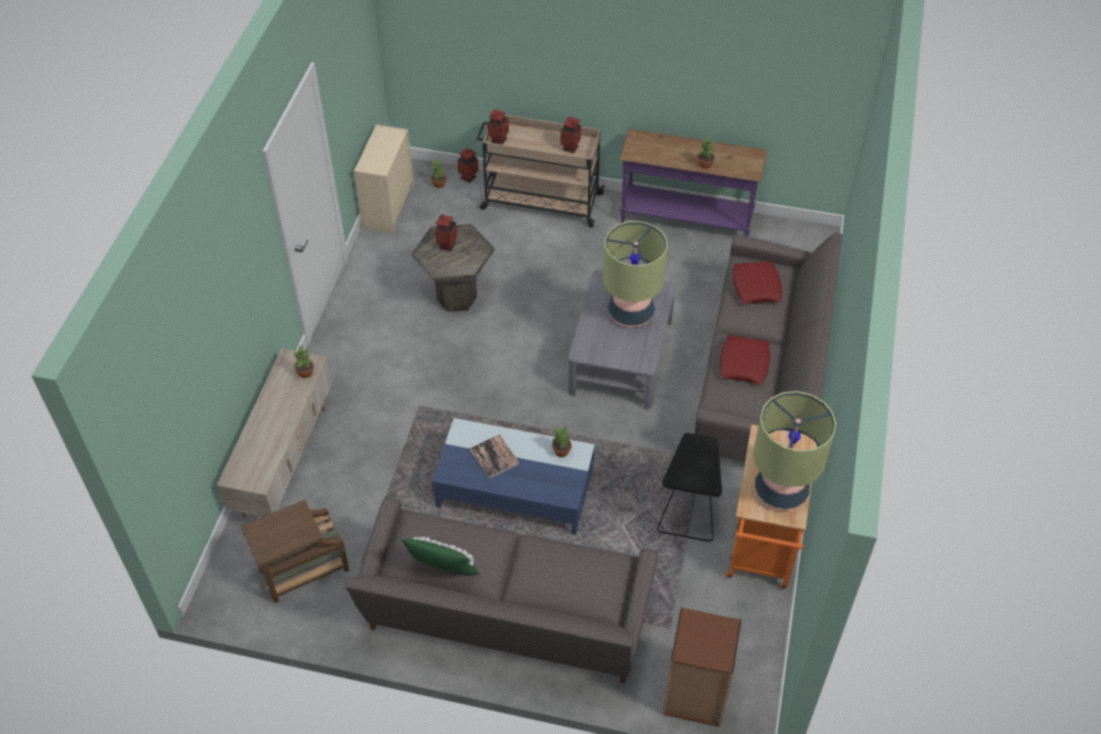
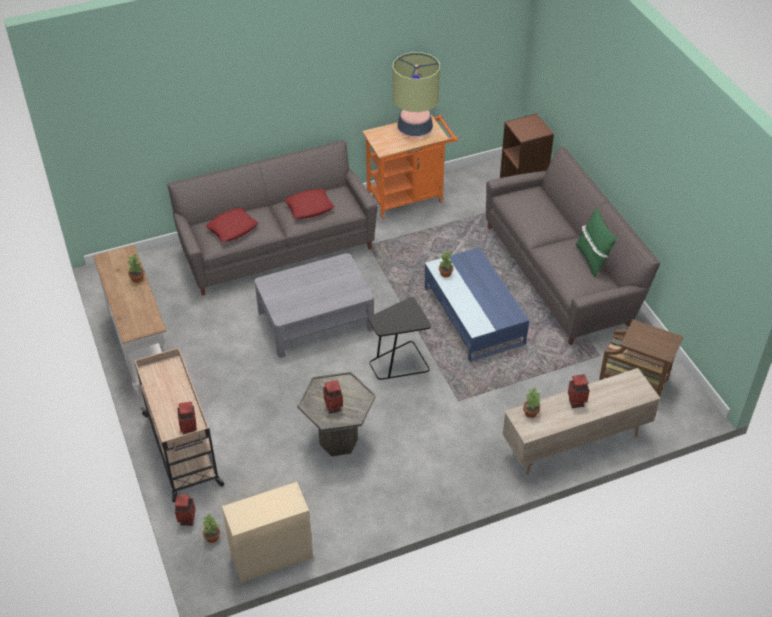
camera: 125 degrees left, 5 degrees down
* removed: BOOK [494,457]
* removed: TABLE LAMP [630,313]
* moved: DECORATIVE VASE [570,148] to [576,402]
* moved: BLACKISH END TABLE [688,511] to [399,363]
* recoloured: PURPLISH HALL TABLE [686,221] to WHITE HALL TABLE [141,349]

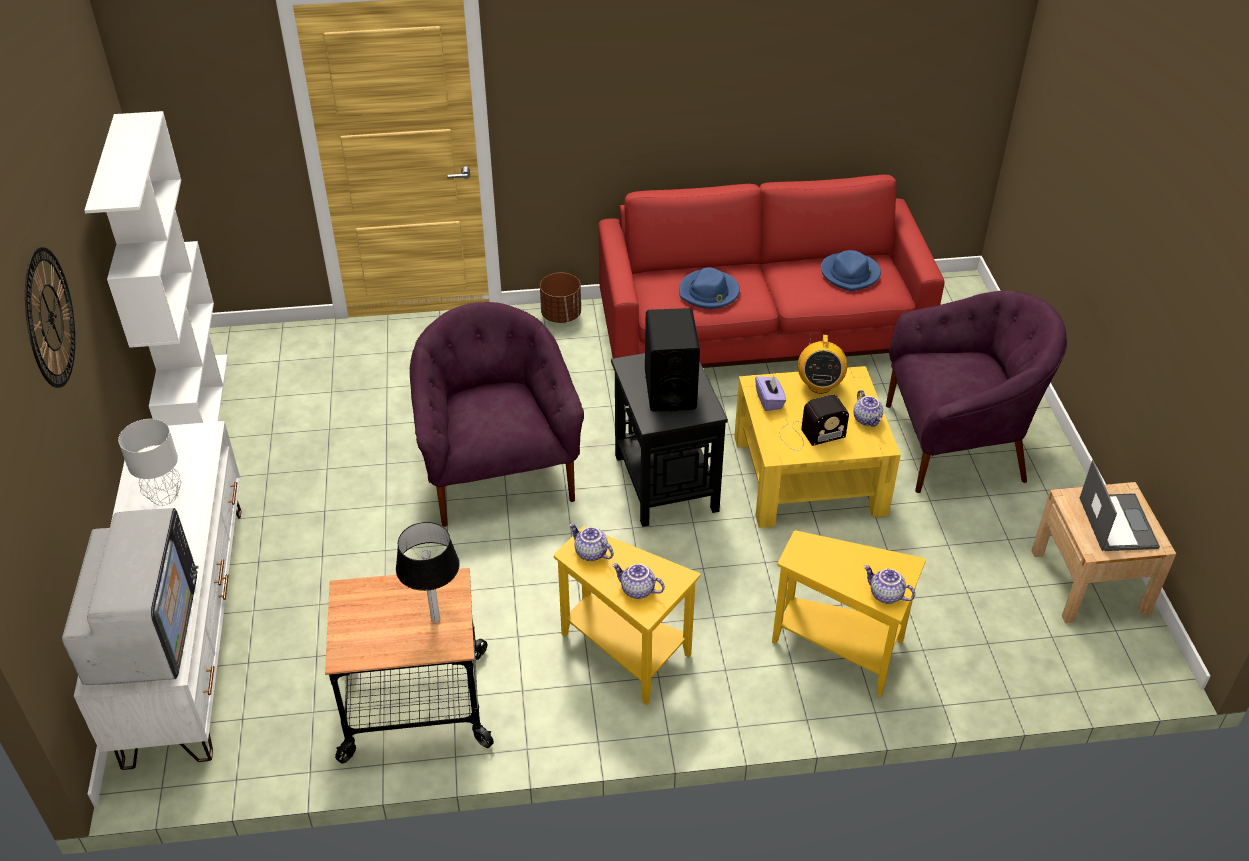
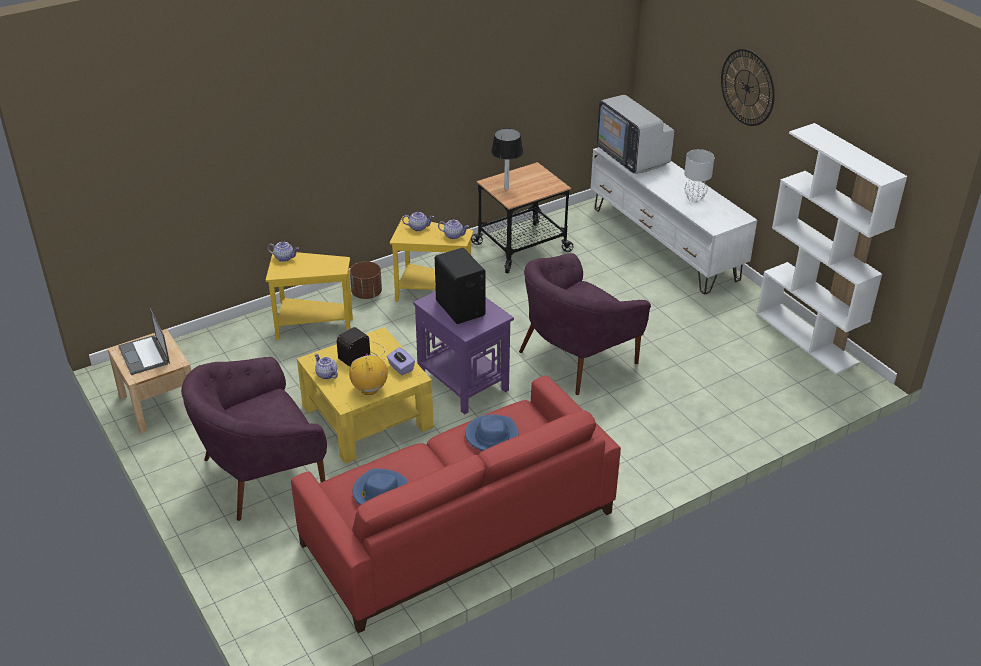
camera: 155 degrees right, 5 degrees down
* moved: BROWNISH PLANTER [561,315] to [366,294]
* recoloured: BLACKISH END TABLE [665,483] to PURPLISH END TABLE [463,382]
* turned: PURPLISH LOUNGE CHAIR [498,473] = [576,357] 90 degrees clockwise

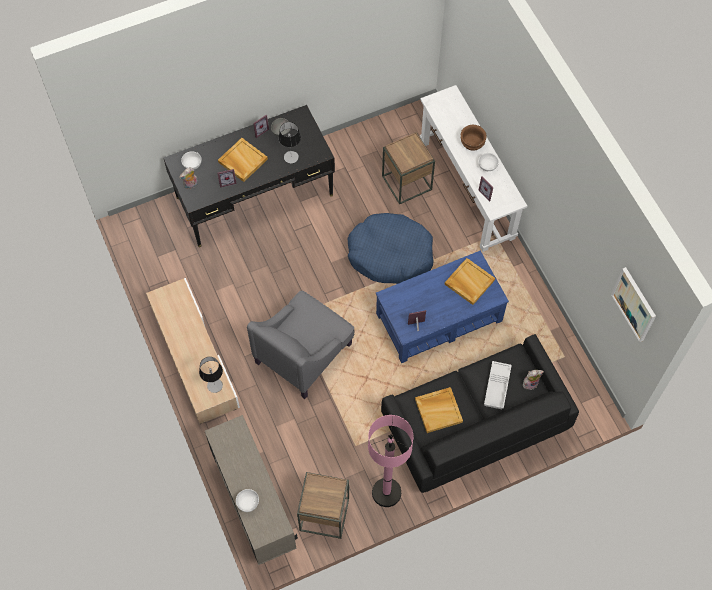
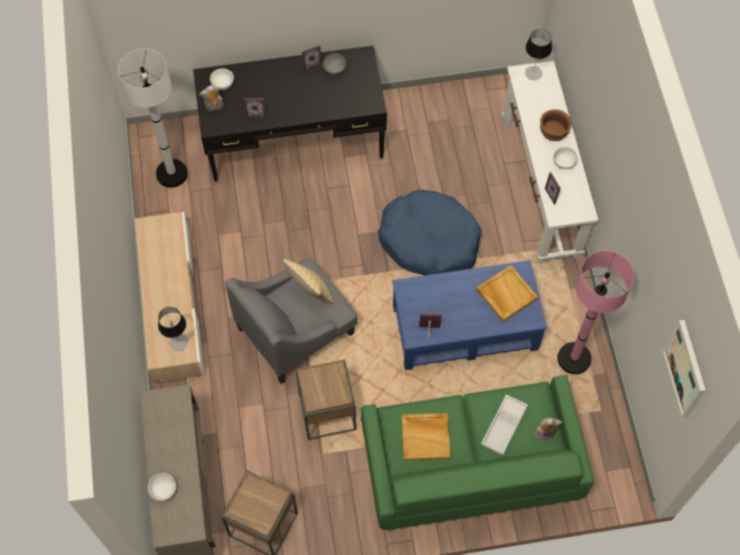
camera: 15 degrees right, 0 degrees up
* removed: BEIGE SERVING TRAY [242,161]
* added: WHITE STANDARD LAMP [172,174]
* added: THROW PILLOW [310,292]
* moved: TABLE LAMP [291,157] to [533,73]
* moved: PINKISH STANDARD LAMP [386,492] to [574,359]
* moved: BROWNISH END TABLE [407,183] to [327,412]
* recoloured: BLACKISH COUCH [474,426] to GREEN-COLOURED COUCH [469,465]

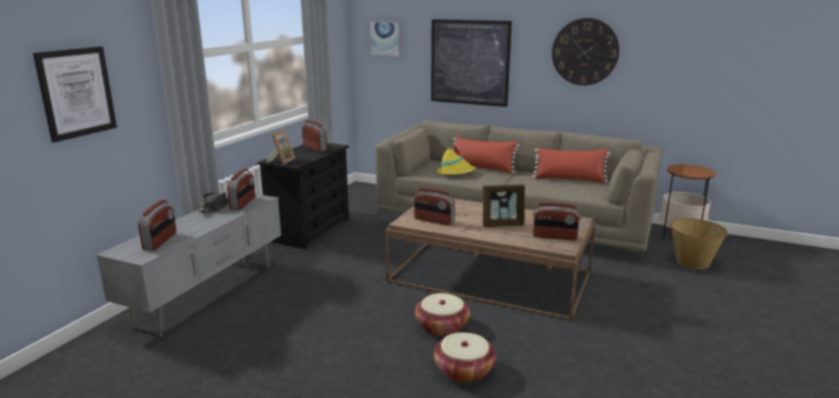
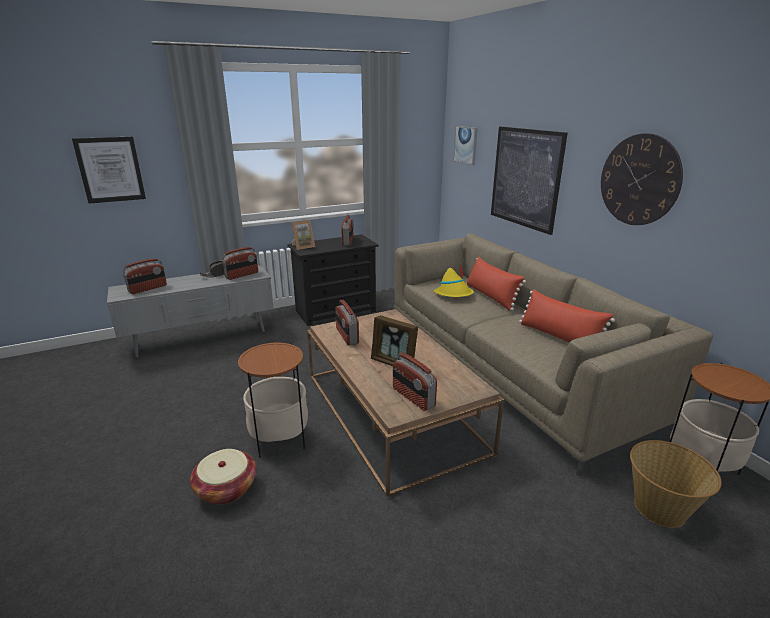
camera: 40 degrees right, 5 degrees up
* replaced: STORAGE BASKET [442,326] to END TABLE [280,438]

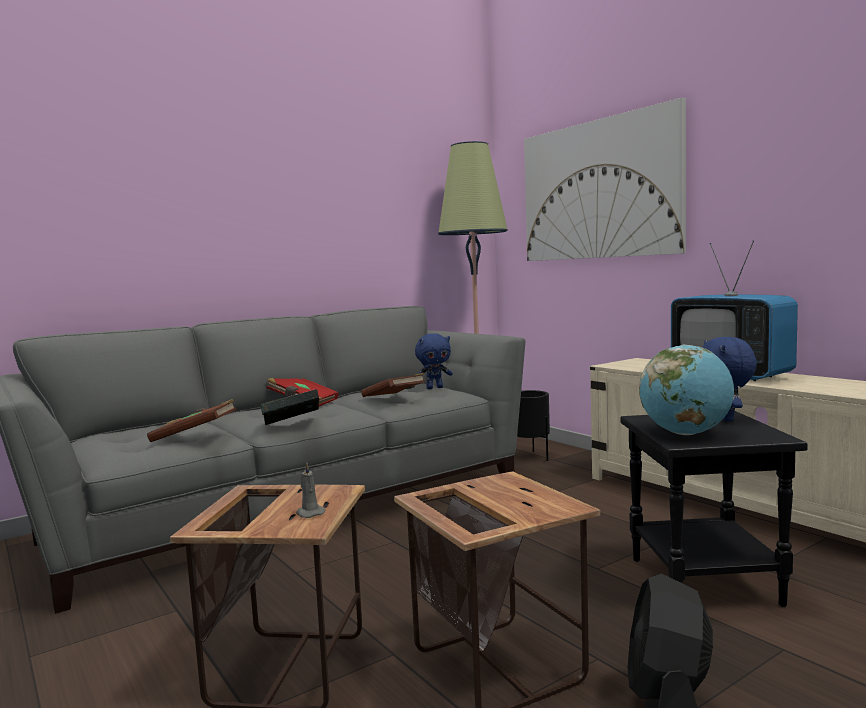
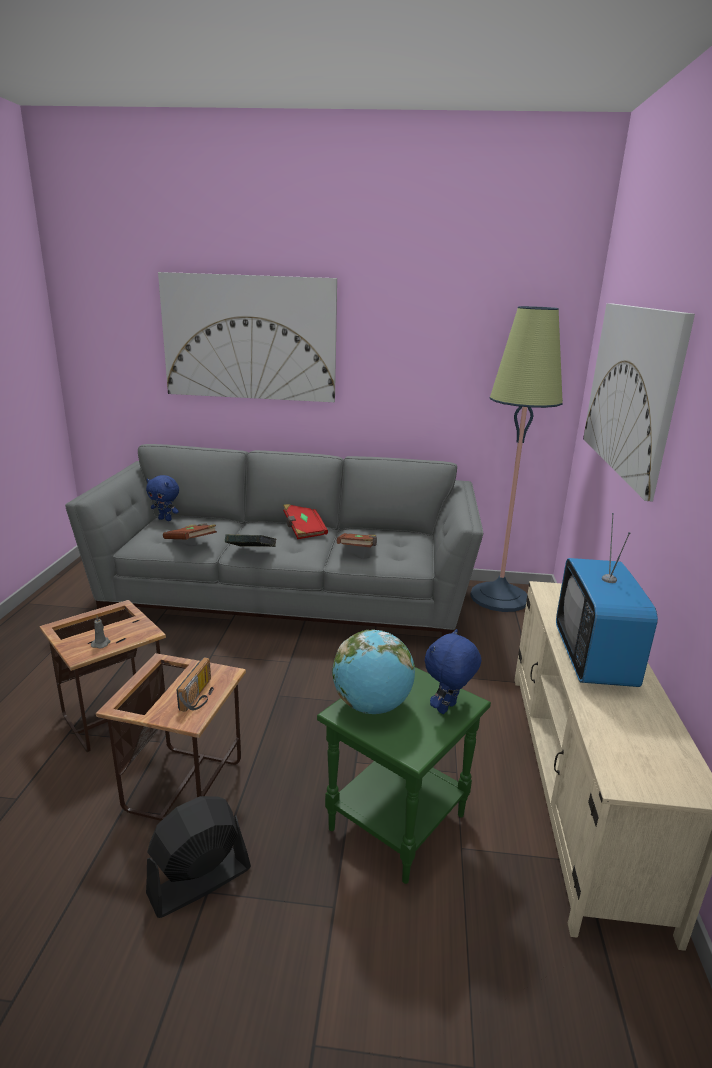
camera: 40 degrees right, 15 degrees up
* removed: BLACKISH PLANTER [531,457]
* added: WALL PICTURE [249,338]
* added: RADIO SET [199,696]
* moved: BLUE-COLOURED SOFT TOY [434,388] to [165,519]
* recoloured: BLACKISH END TABLE [707,582] to GREEN-COLOURED END TABLE [398,824]

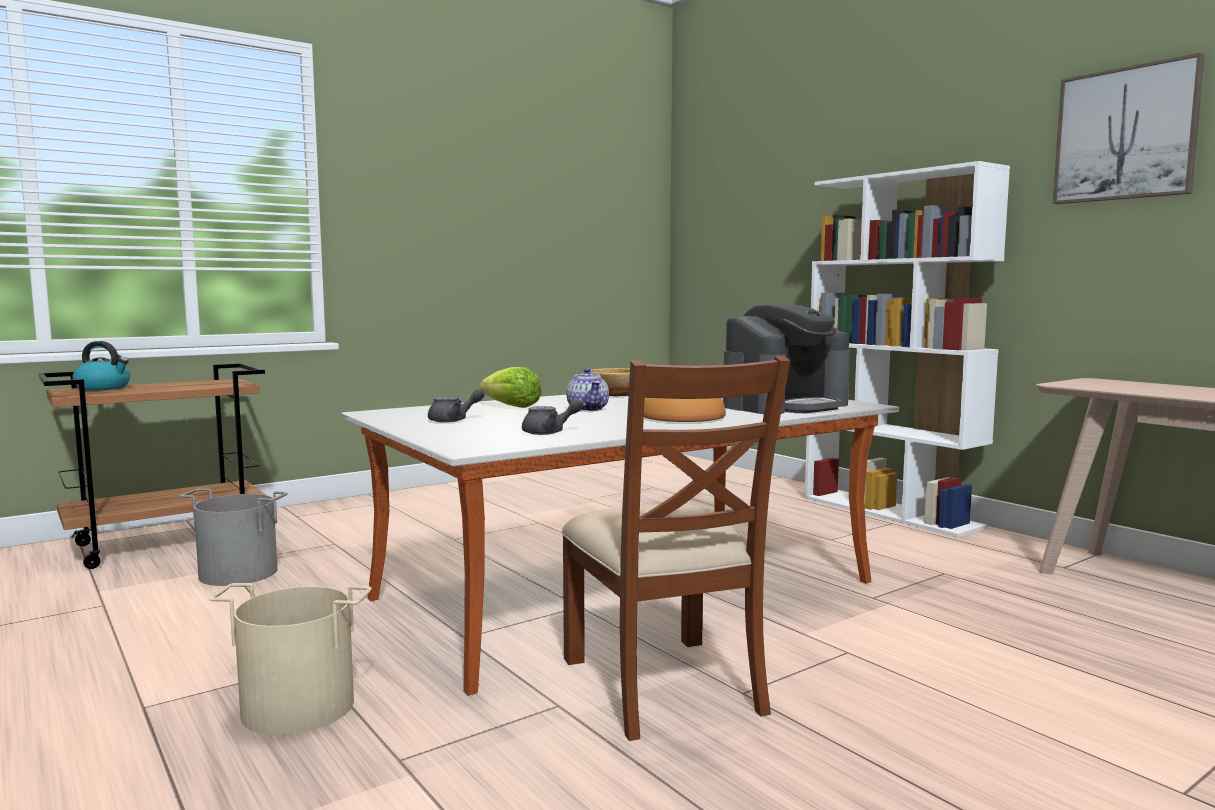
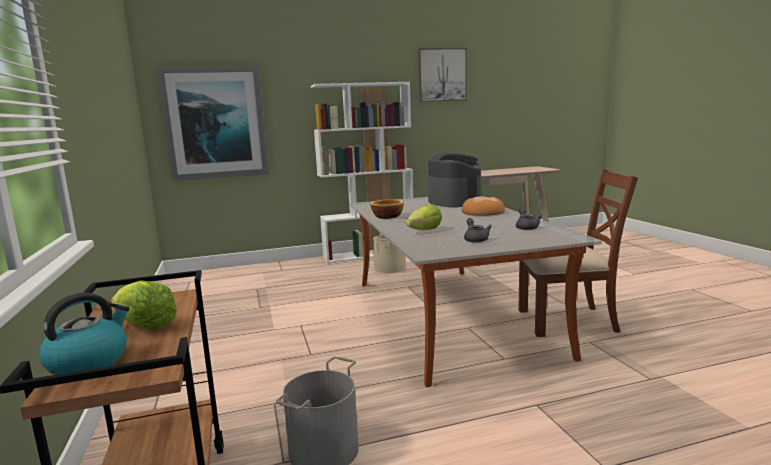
camera: 70 degrees left, 5 degrees up
* removed: POT FOR TEA [588,409]
* added: LETTUCE HEAD [145,326]
* added: WALL PICTURE [215,123]
* moved: BEIGE BUCKET [299,706] to [389,268]

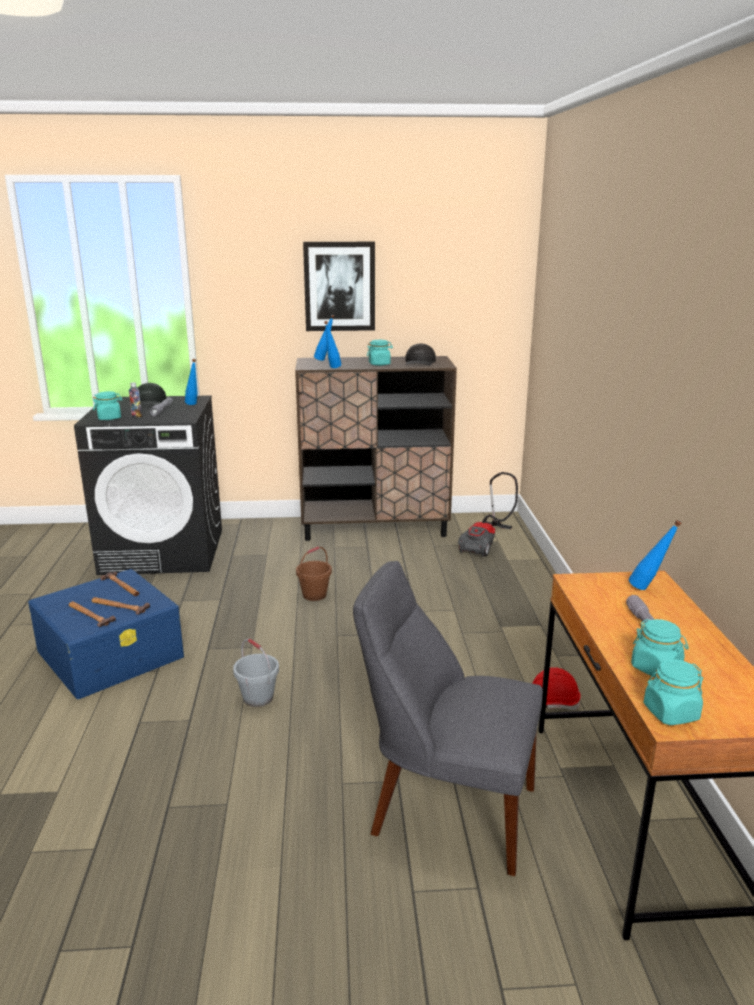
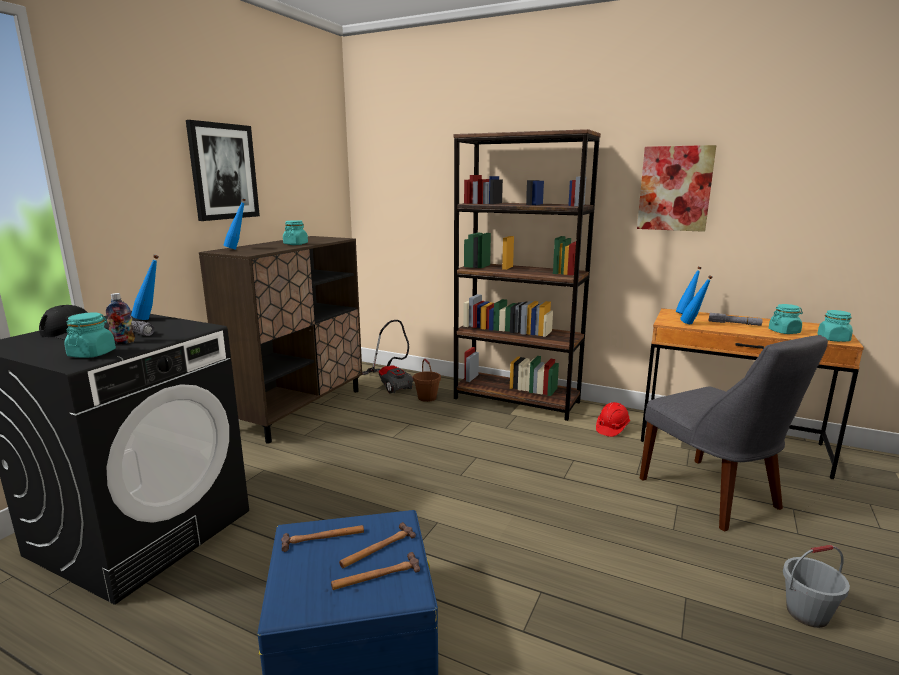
camera: 60 degrees left, 5 degrees down
* removed: BLACKISH CAP [419,362]
* added: BROWNISH SHELVING UNIT [516,400]
* added: WALL PICTURE [675,188]
* moved: GREYISH BUCKET [258,698] to [807,613]
* moved: BROWNISH BUCKET [314,595] to [427,398]
* moved: BLUE-COLOURED BOTTLE [332,368] to [692,324]
* turned: GREYISH UPRIGHT CHAIR [446,809] = [713,496] 75 degrees counterclockwise

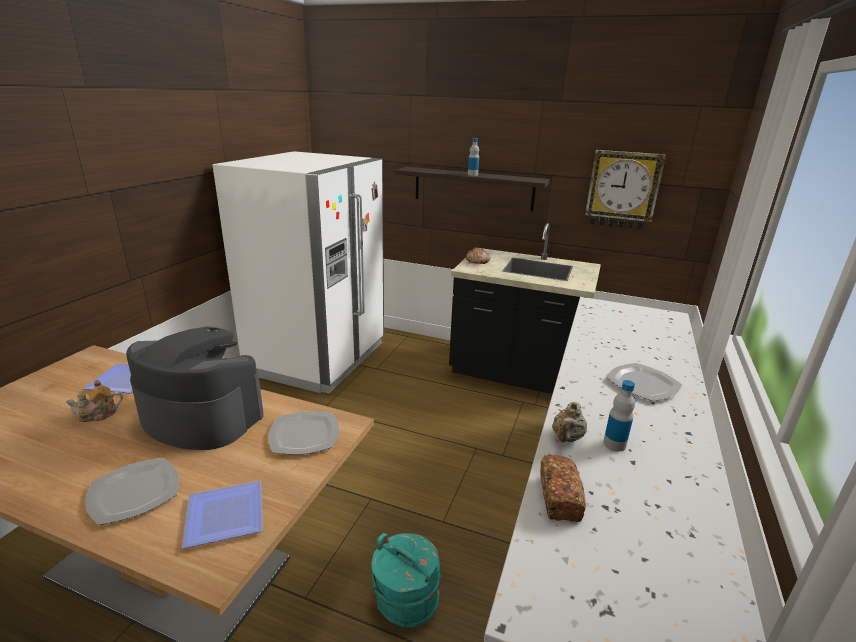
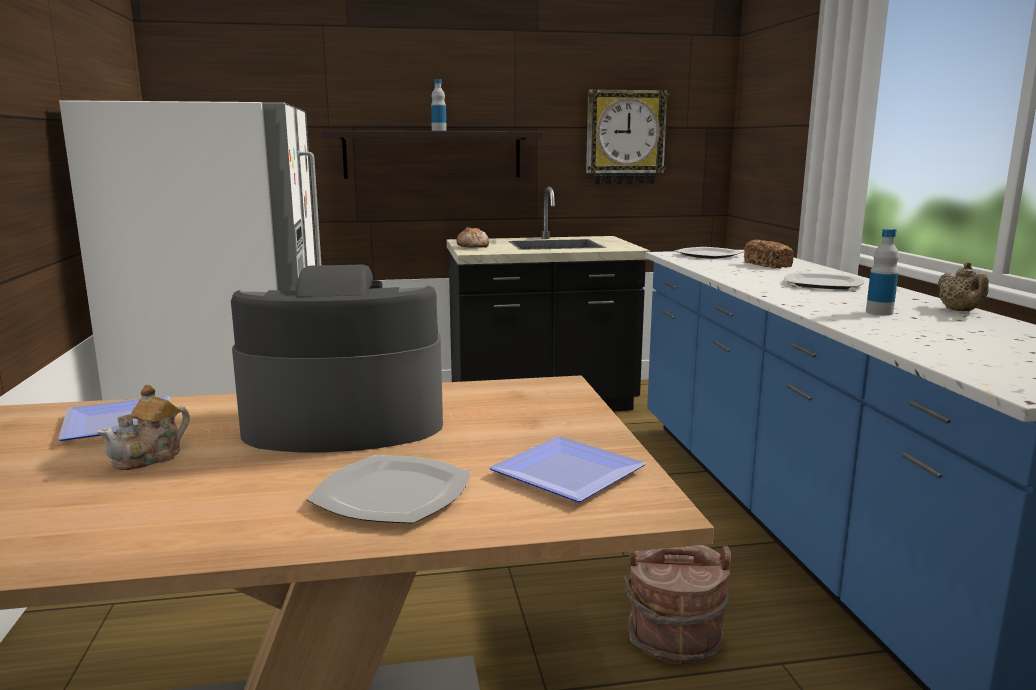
camera: 30 degrees left, 10 degrees down
* moved: PLATE [303,434] to [707,255]
* moved: BAKERY BREAD [559,498] to [767,265]
* moved: BEIGE POT FOR TEA [567,438] to [960,311]
* recoloured: TURQUOISE-COLOURED BUCKET [405,601] to BROWNISH BUCKET [674,640]

